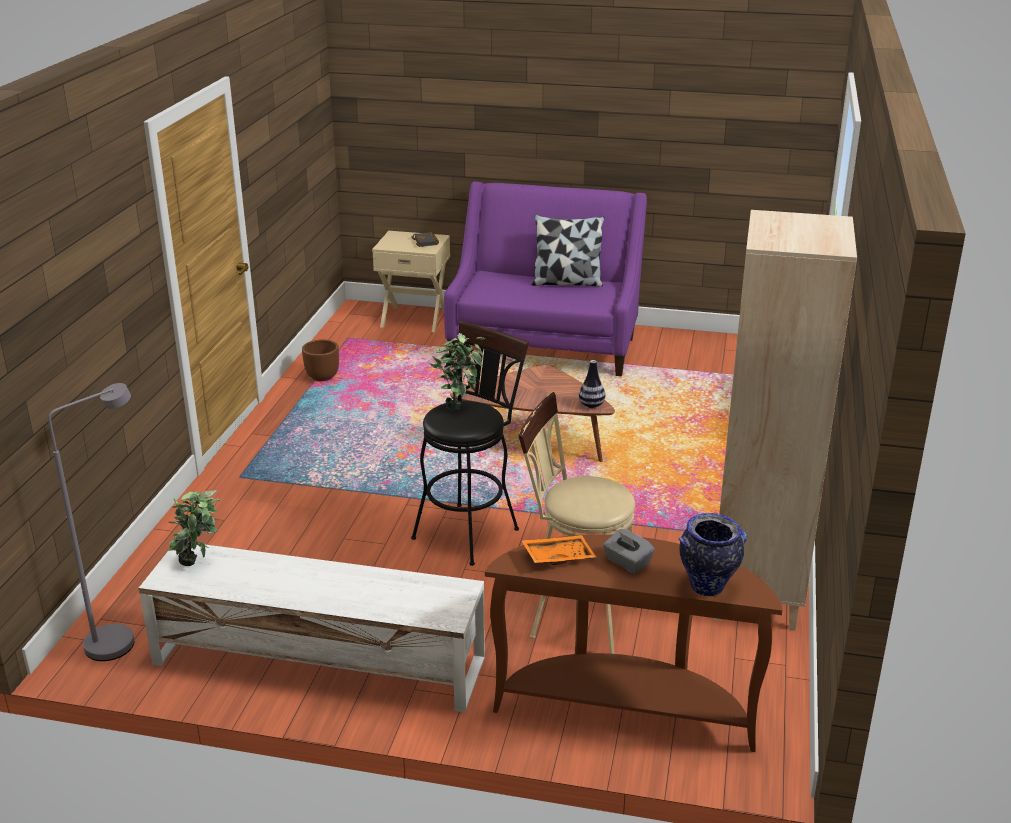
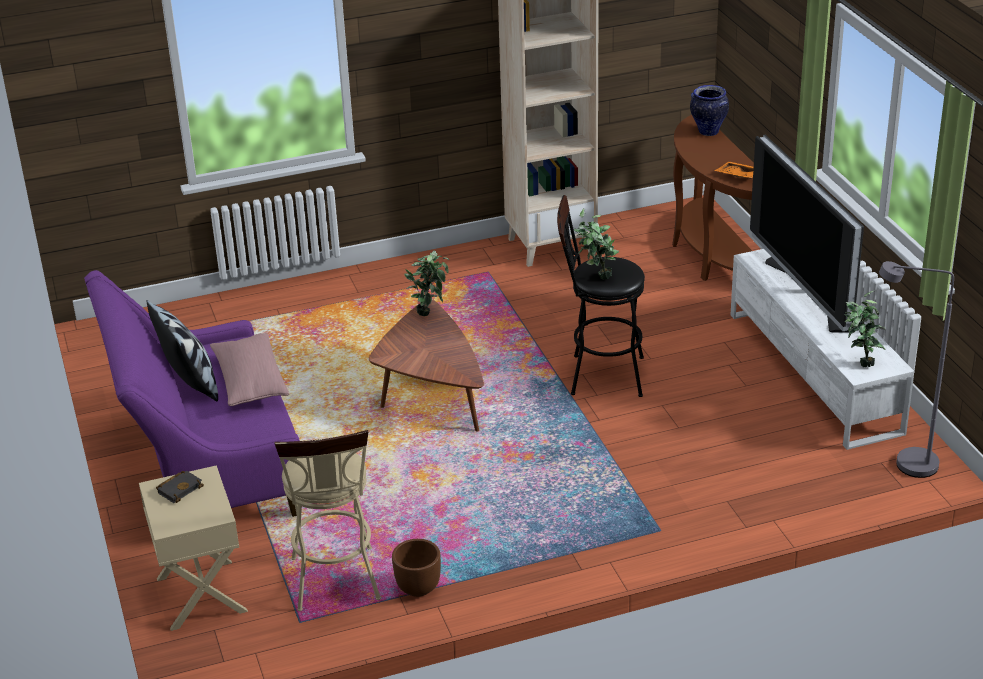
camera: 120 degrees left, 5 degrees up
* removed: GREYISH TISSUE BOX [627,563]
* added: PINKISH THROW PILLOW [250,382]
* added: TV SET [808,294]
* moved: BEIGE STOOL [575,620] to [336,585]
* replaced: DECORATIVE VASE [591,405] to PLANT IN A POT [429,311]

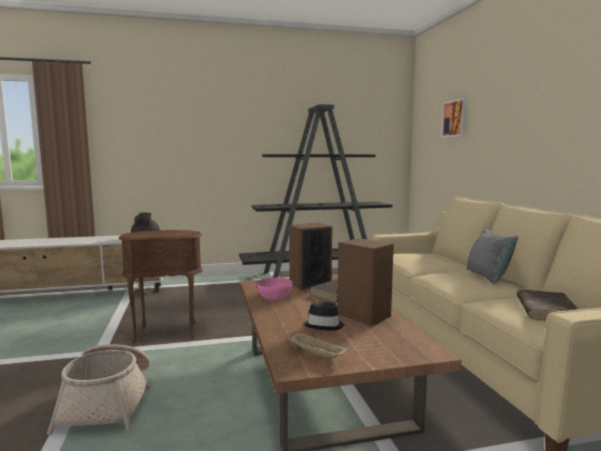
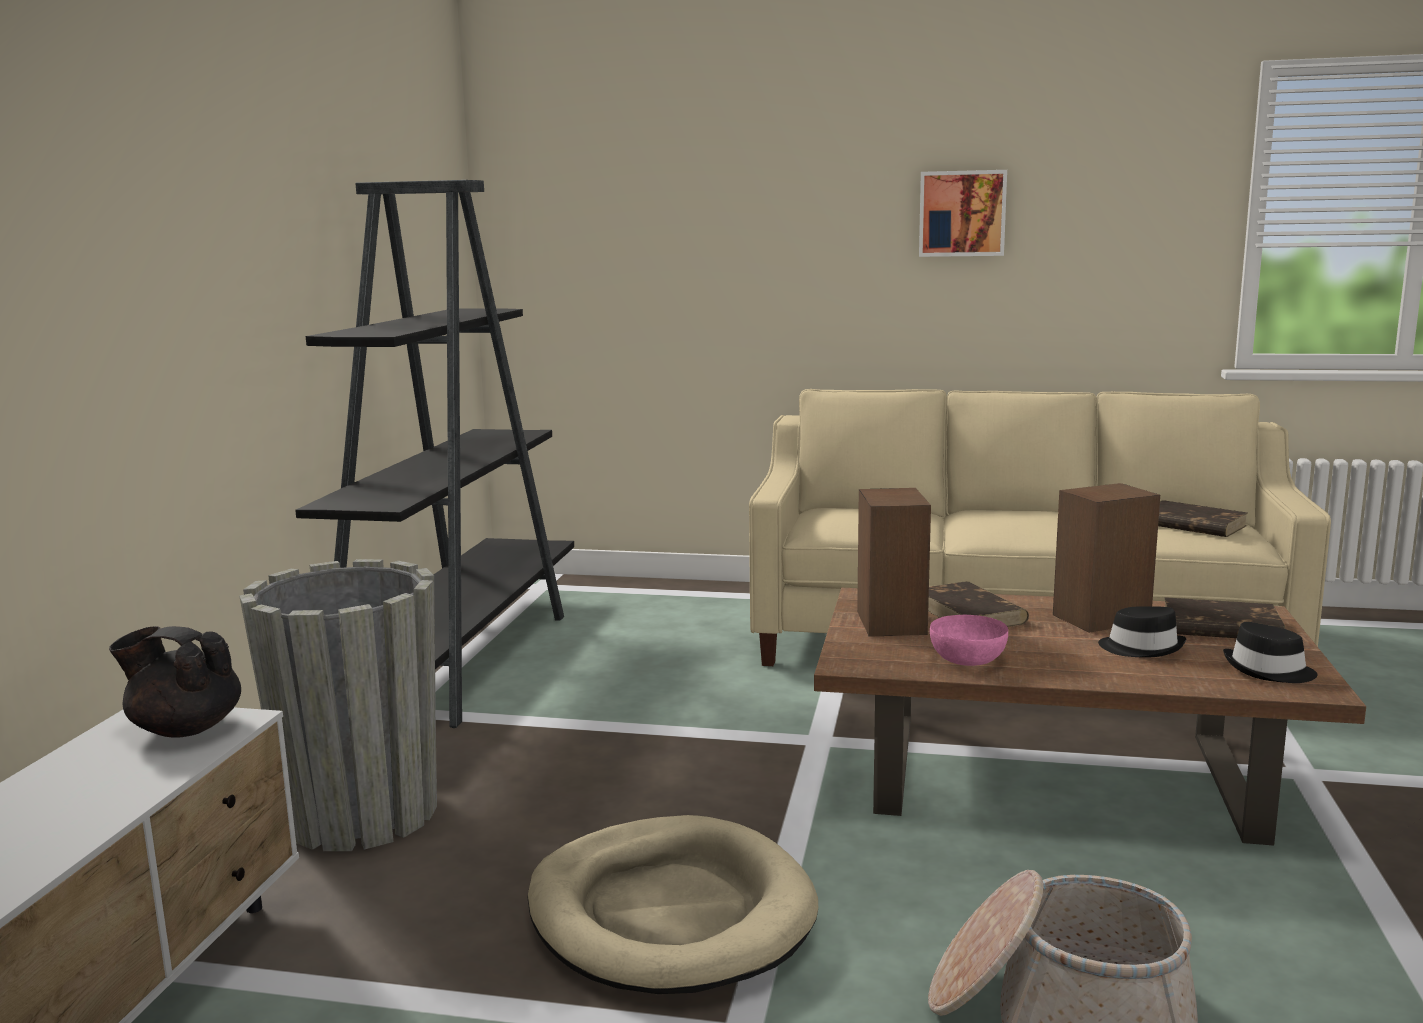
camera: 65 degrees left, 5 degrees up
* removed: GREYISH THROW PILLOW [487,276]
* added: GREYISH PLANTER [361,814]
* added: BROWNISH BOOK [1219,627]
* moved: WALL PICTURE [455,118] to [962,213]
* replaced: BROWNISH END TABLE [166,331] to BEIGE PET BED [670,913]
* replaced: BEIGE SERVING TRAY [315,355] to BLACKISH HAT [1268,671]

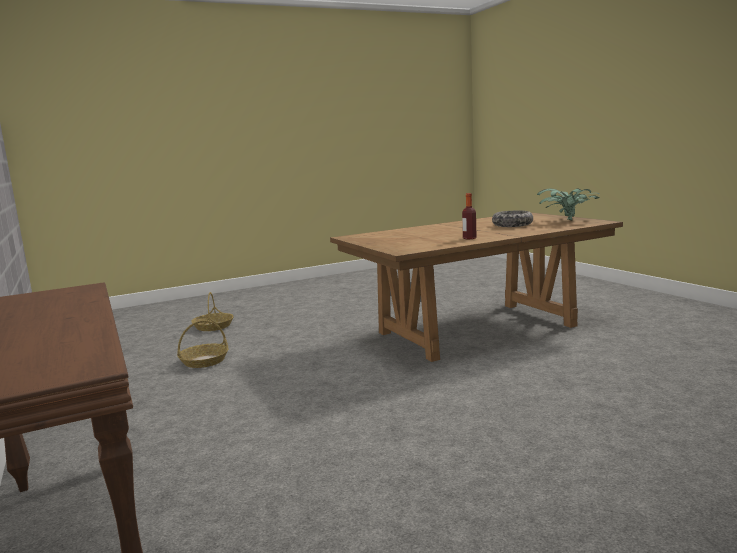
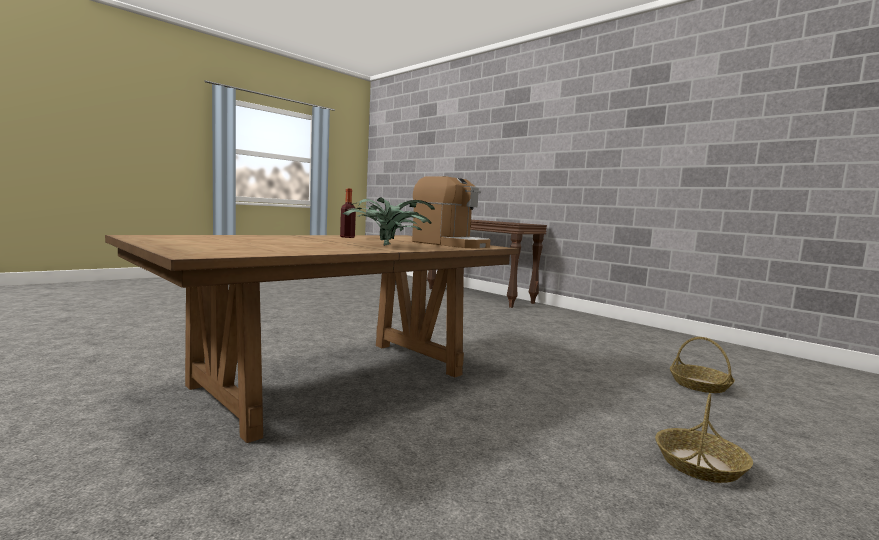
camera: 160 degrees right, 5 degrees down
* removed: BOWL [512,225]
* added: COFFEE BREWER [450,244]
* moved: STORAGE BASKET [204,361] to [700,465]
* moved: PLANT IN A POT [568,220] to [388,246]

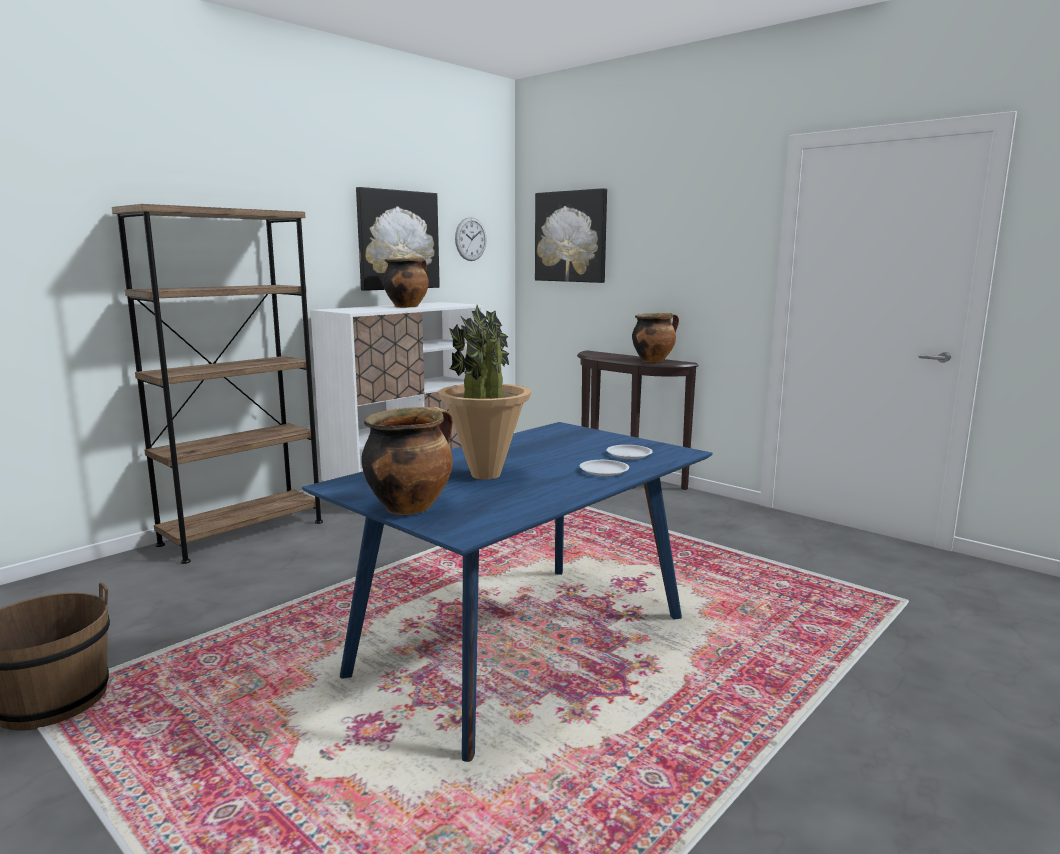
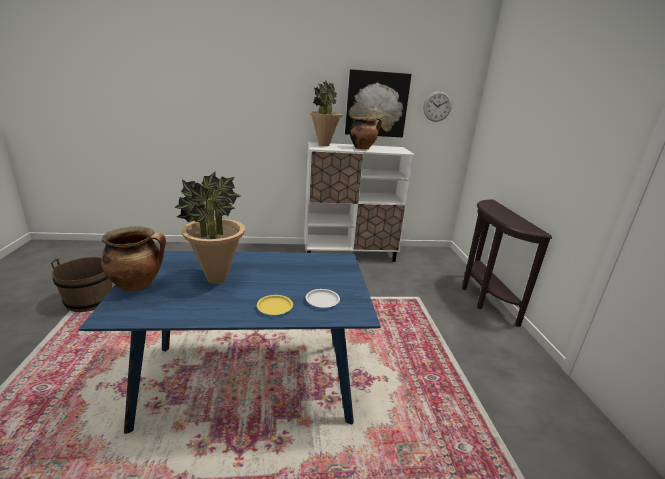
camera: 40 degrees right, 10 degrees up
* removed: BROWNISH SHELVING UNIT [243,533]
* removed: WALL PICTURE [571,236]
* removed: SAUCEPOT [653,360]
* added: PLANT IN A POT [324,145]
* recoloured: WHITE PLATE [604,471] to YELLOW-COLOURED PLATE [274,307]

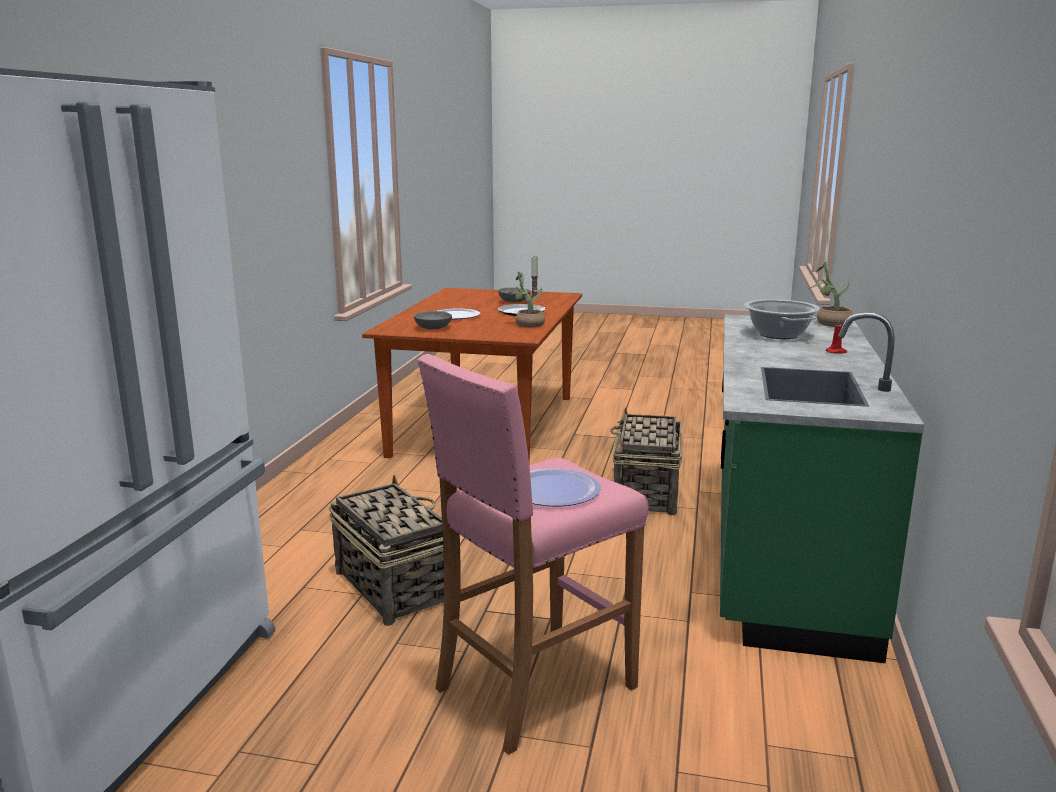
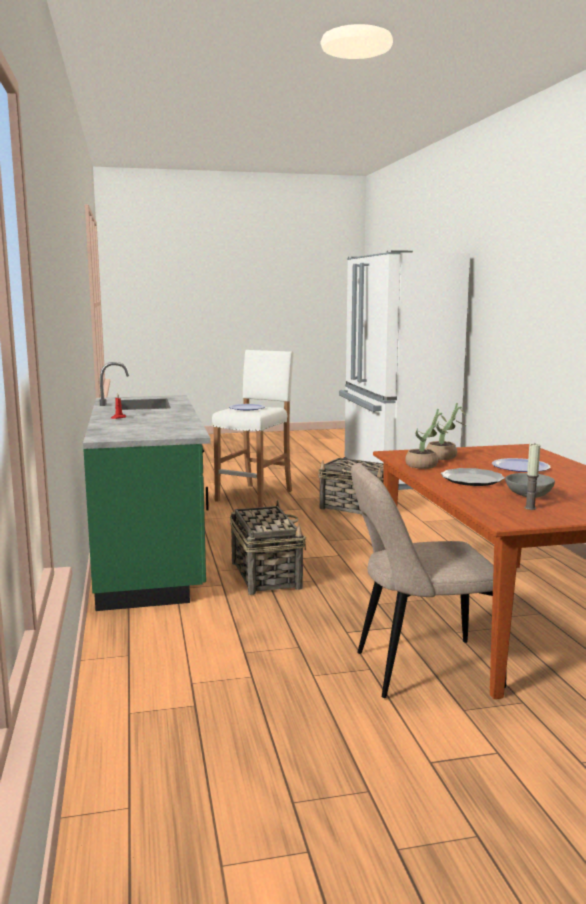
camera: 155 degrees right, 5 degrees down
* removed: GREYISH BOWL [433,328]
* removed: SAUCEPOT [778,334]
* added: BEIGE UPRIGHT CHAIR [420,670]
* moved: PLANT IN A POT [829,323] to [445,457]
* recoloured: PINKISH STOOL [533,688] to WHITE STOOL [255,496]

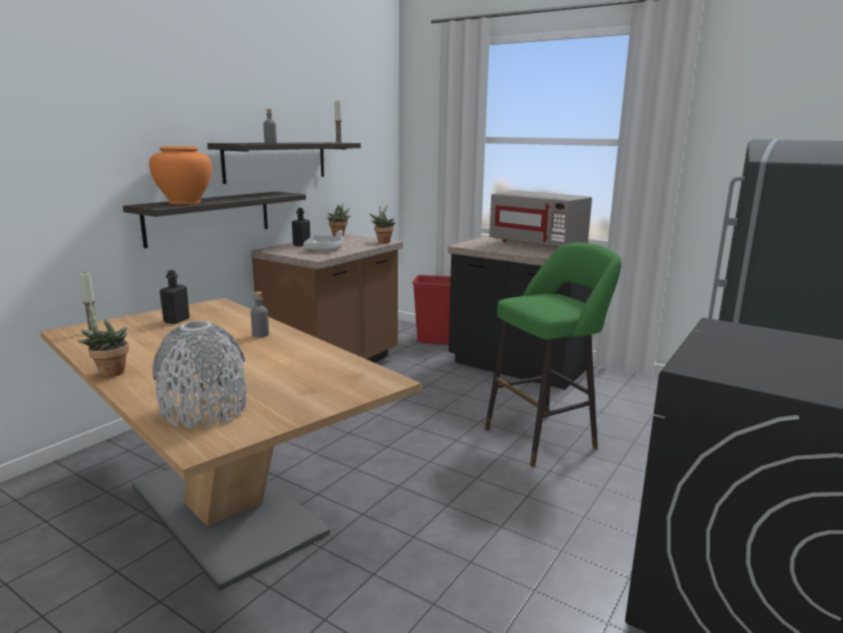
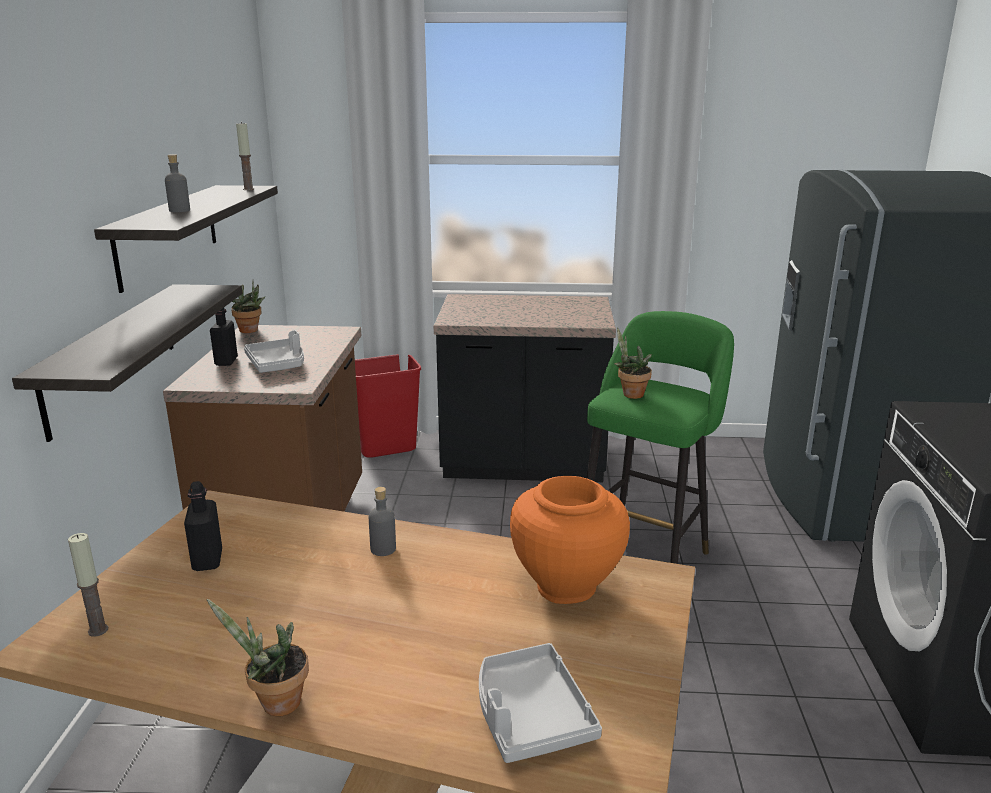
camera: 30 degrees left, 5 degrees up
* removed: GREYISH MICROWAVE OVEN [538,245]
* moved: ORANGE DECORATIVE VASE [184,203] to [566,586]
* moved: PLANT IN A POT [383,241] to [630,394]
* replaced: GREYISH DECORATIVE VASE [204,410] to GREYISH SERVING TRAY [530,716]

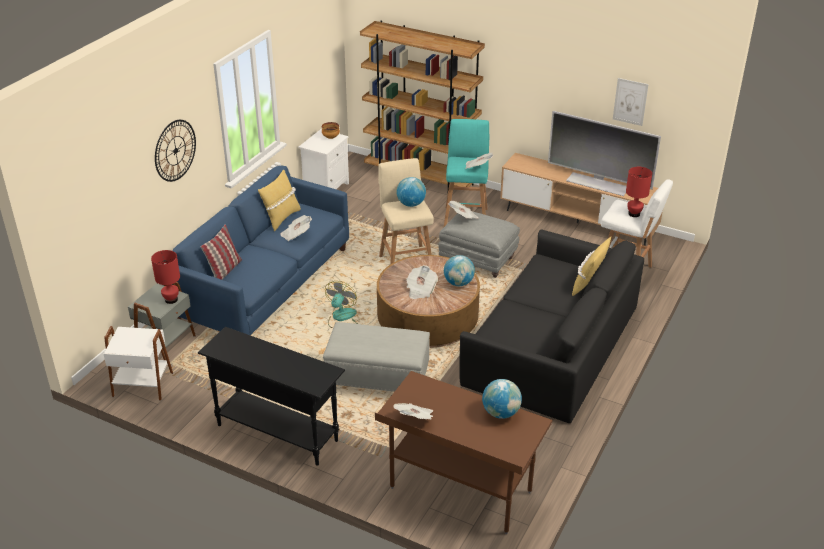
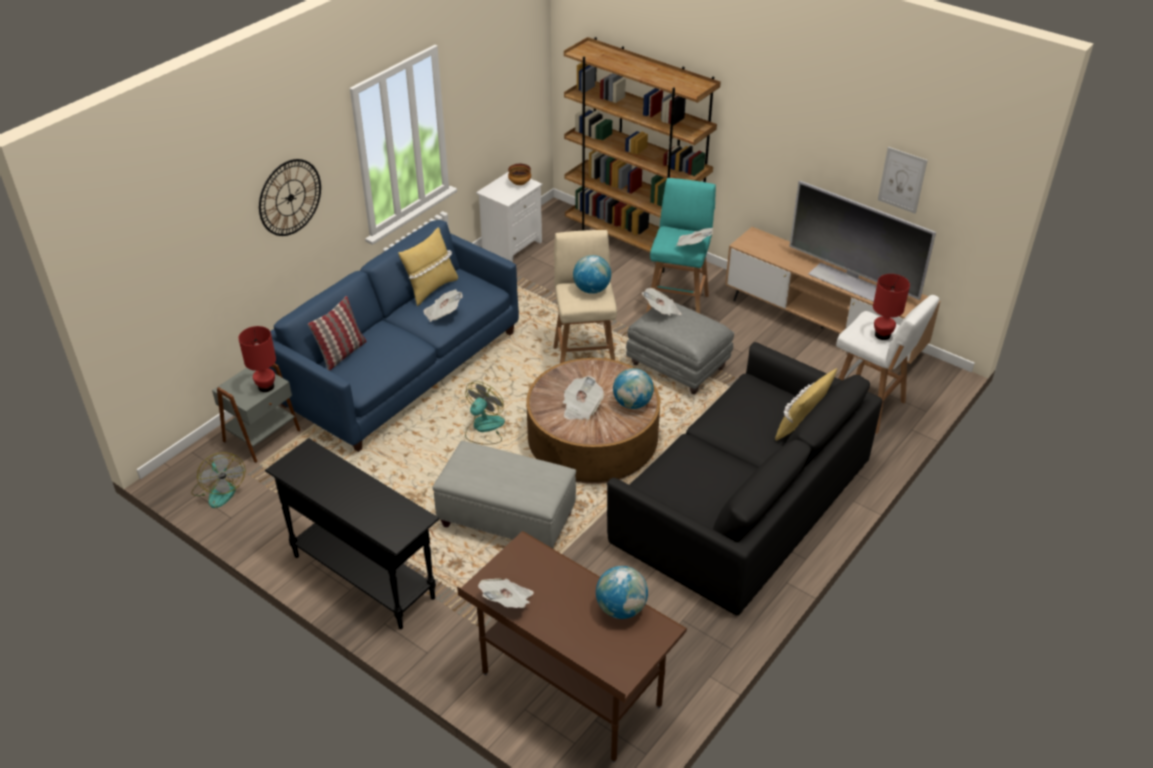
camera: 10 degrees right, 5 degrees up
* replaced: WHITE END TABLE [142,385] to ELECTRIC FAN [219,490]

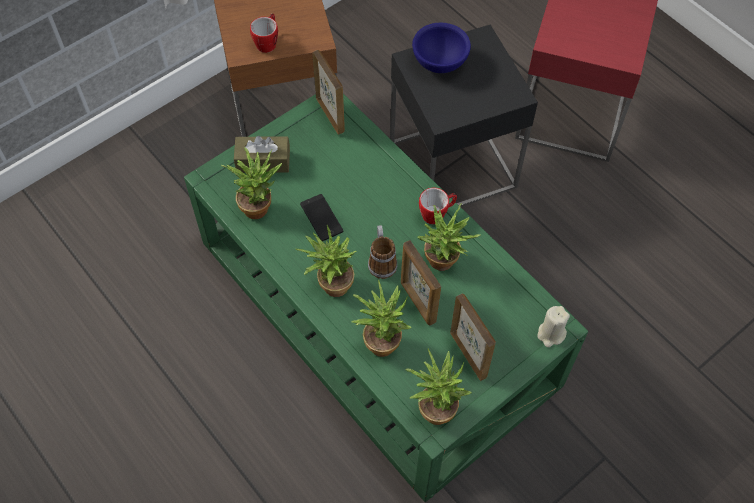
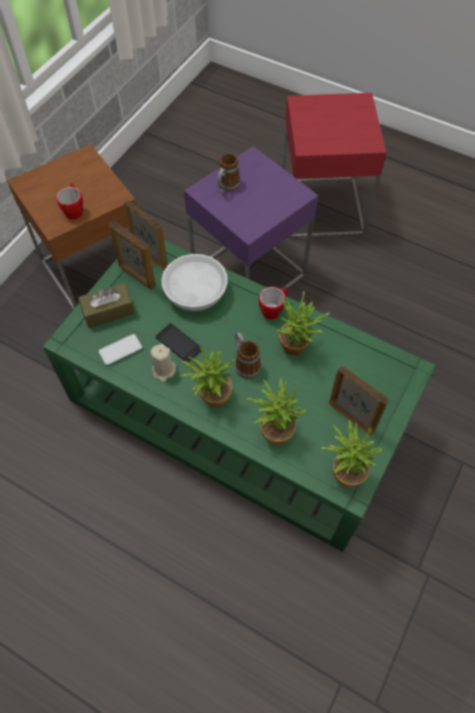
camera: 20 degrees left, 0 degrees up
* added: WHITE BOWL [195,292]
* moved: STANDING FRAME [417,302] to [137,276]
* moved: BEIGE CANDLE [551,334] to [163,370]
* replaced: PLANT IN A POT [259,205] to PHONE [120,350]
* replaced: BLUE-COLOURED BOWL [439,63] to TEA MUG [226,187]
* recoloured: BLACKISH END TABLE [452,164] to PURPLISH END TABLE [249,272]

